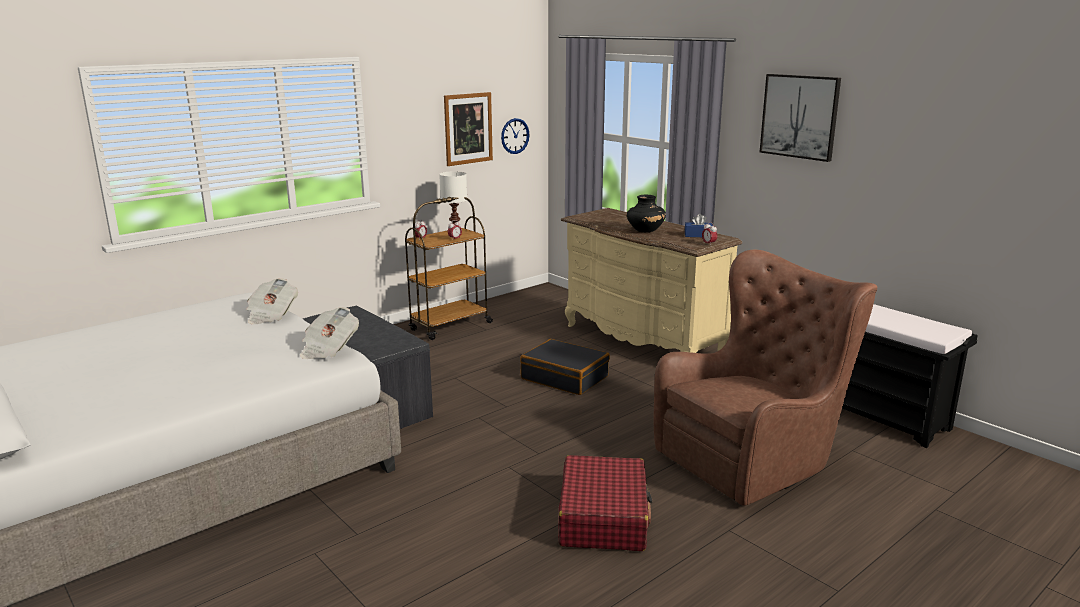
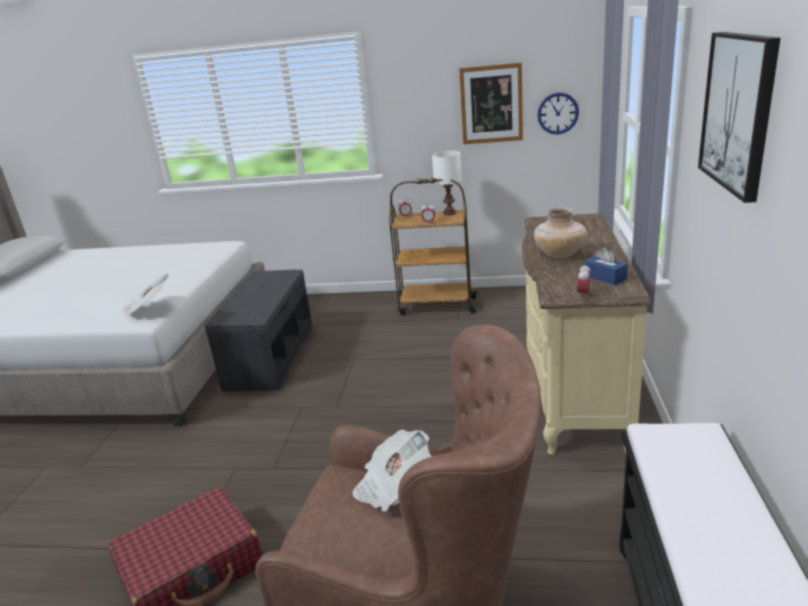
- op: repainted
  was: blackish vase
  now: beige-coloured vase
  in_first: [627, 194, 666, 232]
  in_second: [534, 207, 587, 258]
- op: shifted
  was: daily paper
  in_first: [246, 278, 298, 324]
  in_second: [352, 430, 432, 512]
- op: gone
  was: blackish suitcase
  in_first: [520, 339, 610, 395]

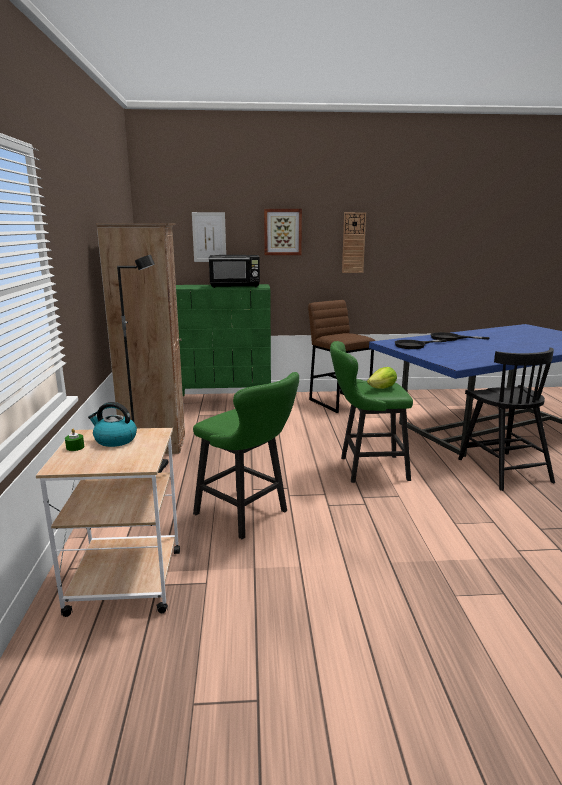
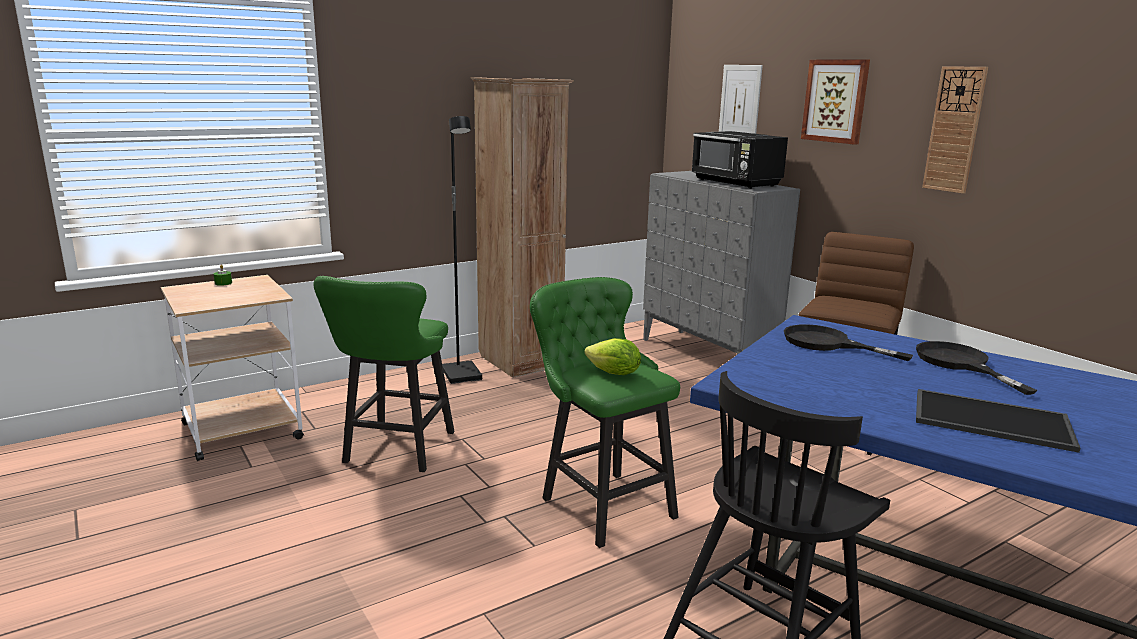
- op: repainted
  was: greenish dresser
  now: gray dresser
  in_first: [176, 284, 271, 396]
  in_second: [643, 171, 800, 355]
- op: gone
  was: kettle
  in_first: [88, 402, 137, 447]
- op: new
  now: serving tray
  in_second: [916, 389, 1080, 453]

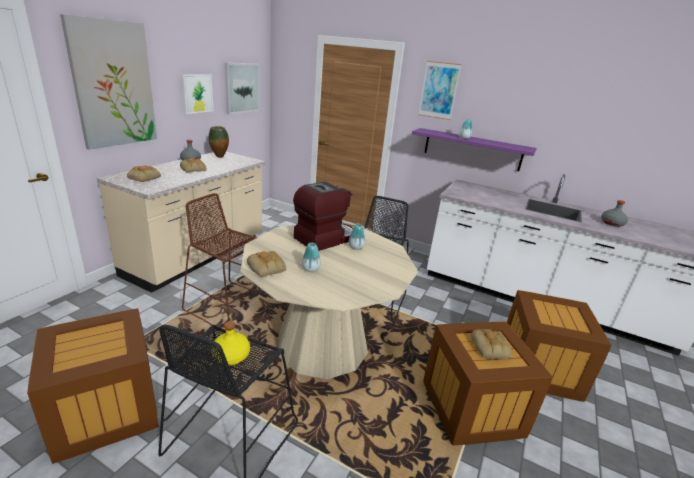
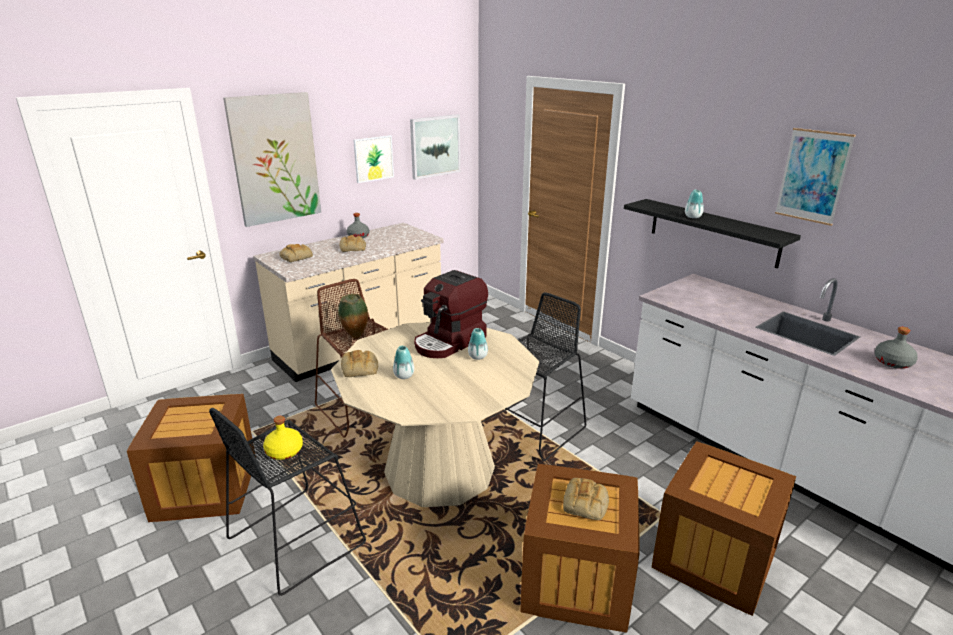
- op: shifted
  was: wall art
  in_first: [418, 61, 462, 120]
  in_second: [775, 128, 855, 226]
- op: shifted
  was: vase
  in_first: [209, 126, 229, 158]
  in_second: [338, 294, 368, 338]
- op: repainted
  was: purplish bracket shelf
  now: blackish bracket shelf
  in_first: [412, 128, 537, 171]
  in_second: [624, 199, 801, 268]
- op: rotated
  was: coffee brewer
  in_first: [293, 182, 353, 251]
  in_second: [414, 270, 488, 358]
  clockwise: 150

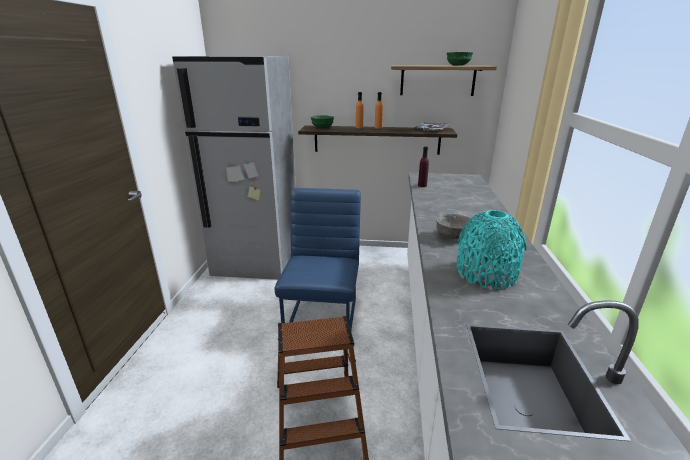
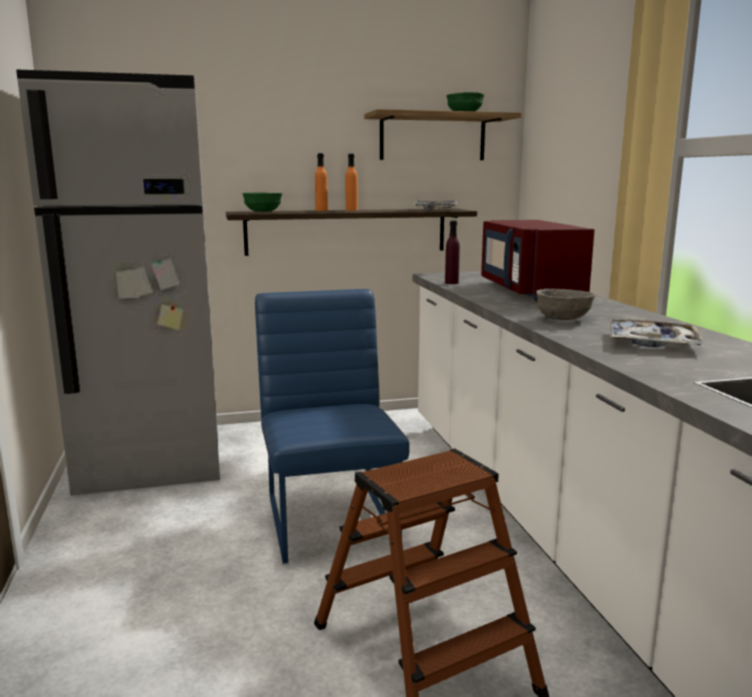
- op: swapped
  was: turquoise vase
  now: serving tray
  in_first: [456, 210, 527, 289]
  in_second: [610, 319, 705, 347]
- op: new
  now: reddish microwave
  in_second: [481, 220, 594, 301]

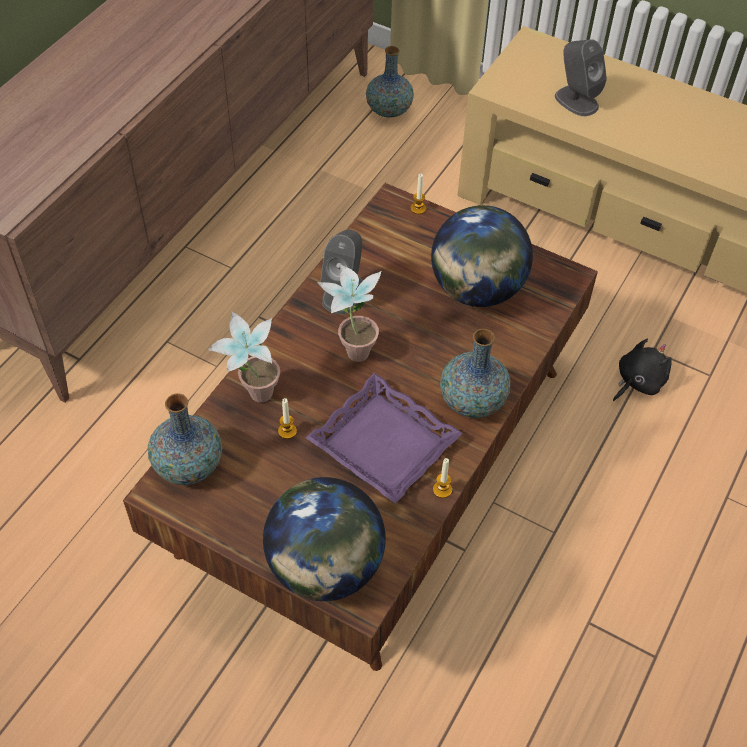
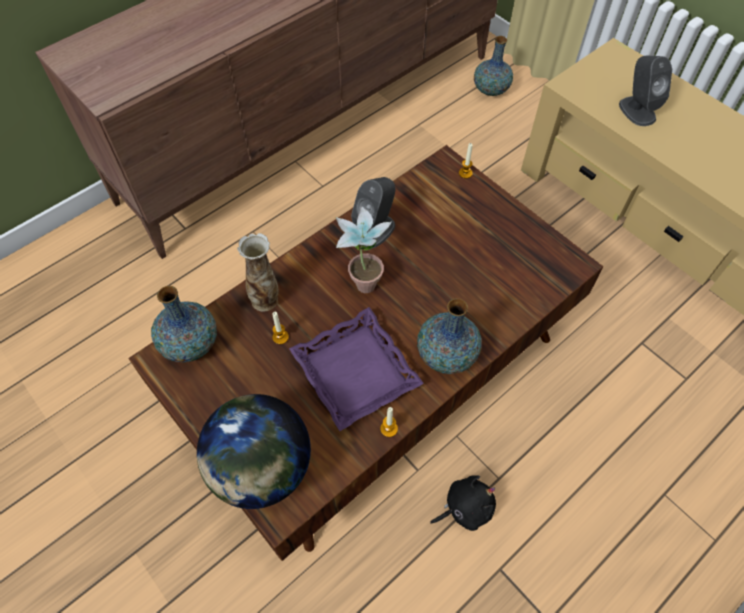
- op: gone
  was: globe
  in_first: [431, 205, 533, 307]
- op: swapped
  was: potted plant
  now: vase
  in_first: [208, 312, 280, 402]
  in_second: [237, 233, 279, 312]
- op: shifted
  was: blackish plush toy
  in_first: [613, 338, 672, 401]
  in_second: [430, 475, 496, 531]

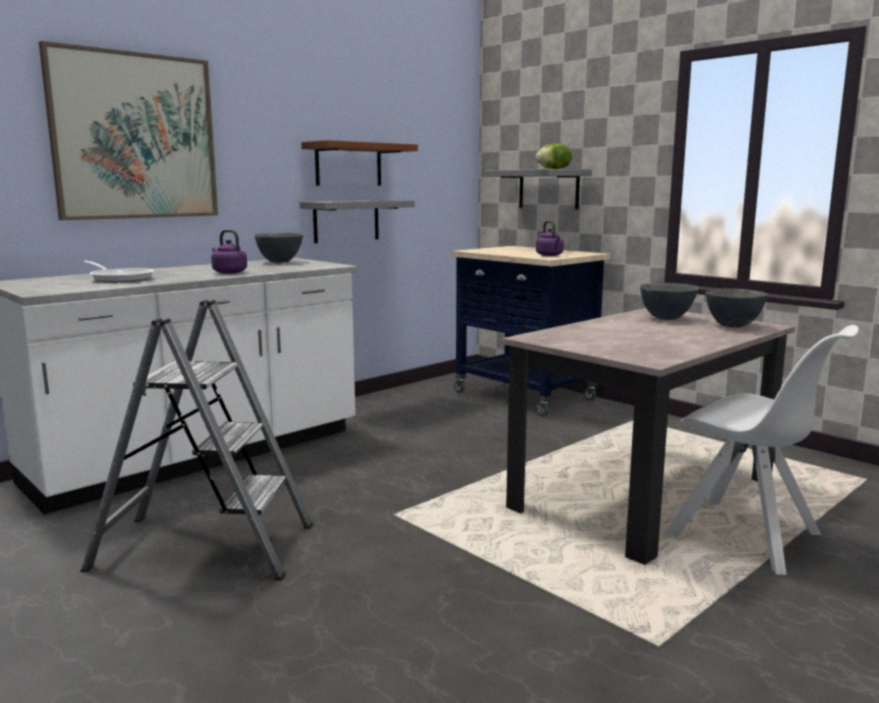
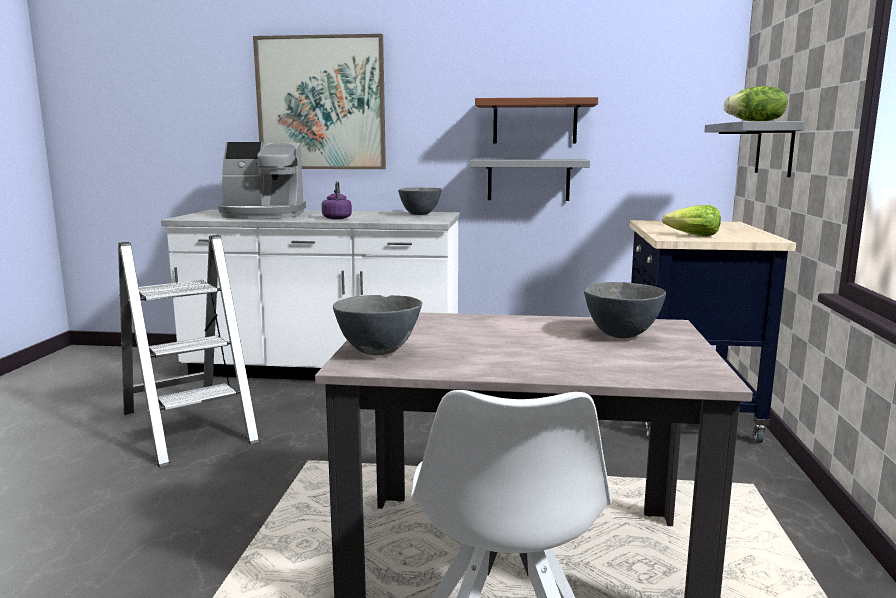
- op: swapped
  was: purplish kettle
  now: head of lettuce
  in_first: [536, 221, 564, 256]
  in_second: [662, 205, 721, 236]
- op: swapped
  was: pan
  now: coffee brewer
  in_first: [84, 261, 155, 283]
  in_second: [218, 142, 306, 219]
- op: shifted
  was: gray deep dish
  in_first: [705, 289, 768, 328]
  in_second: [333, 295, 423, 355]

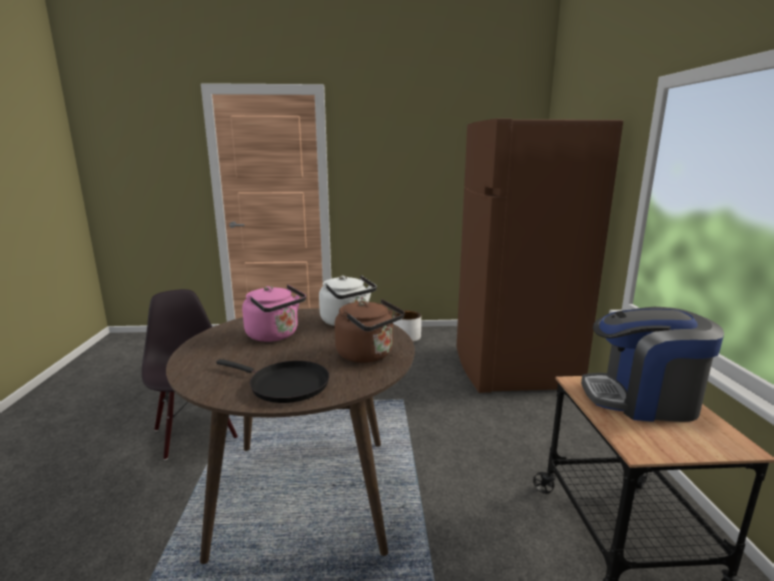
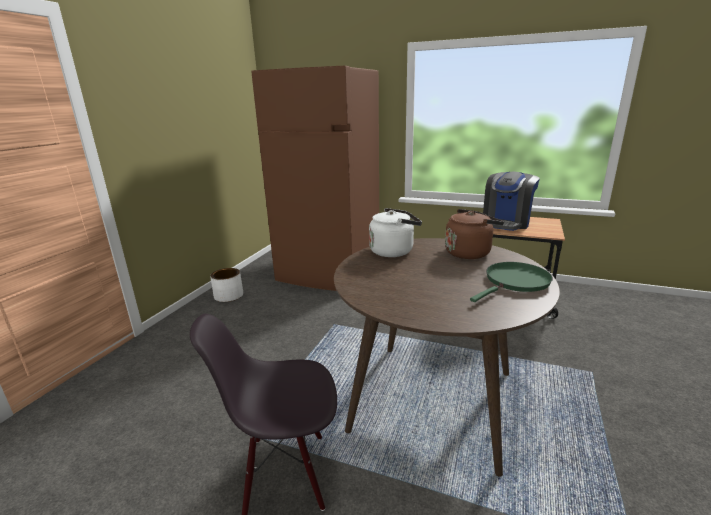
- op: gone
  was: pink kettle
  in_first: [242, 285, 306, 342]
- op: repainted
  was: blackish pan
  now: greenish pan
  in_first: [216, 359, 329, 403]
  in_second: [470, 262, 553, 302]

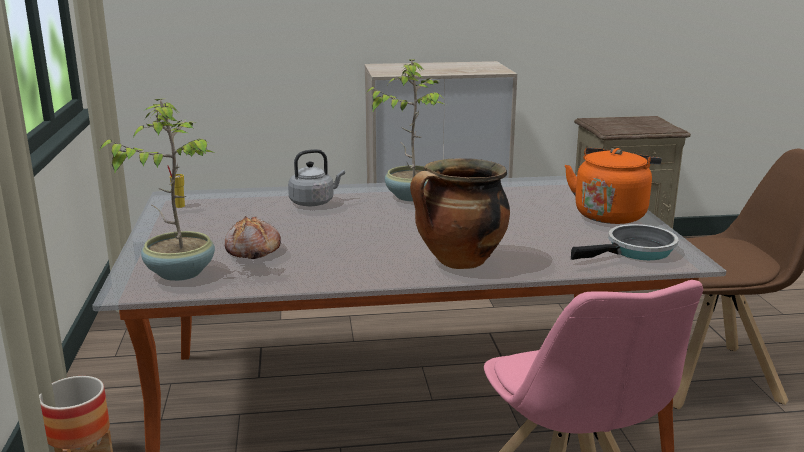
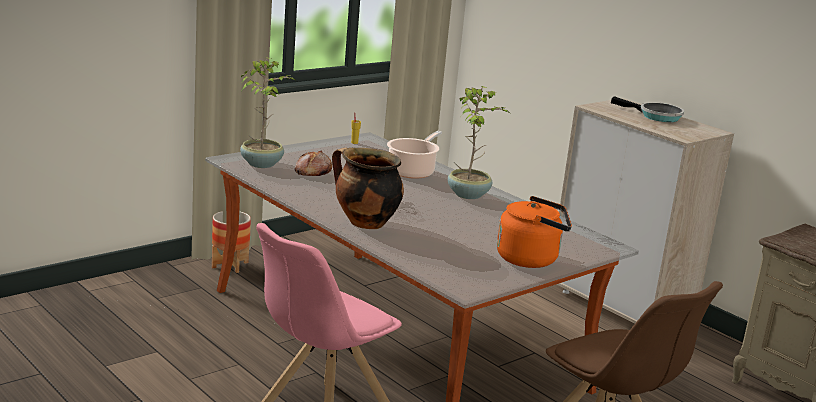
- op: swapped
  was: gray kettle
  now: cooking pot
  in_first: [288, 149, 345, 206]
  in_second: [387, 131, 442, 179]
- op: shifted
  was: pan
  in_first: [571, 224, 678, 260]
  in_second: [611, 96, 684, 122]

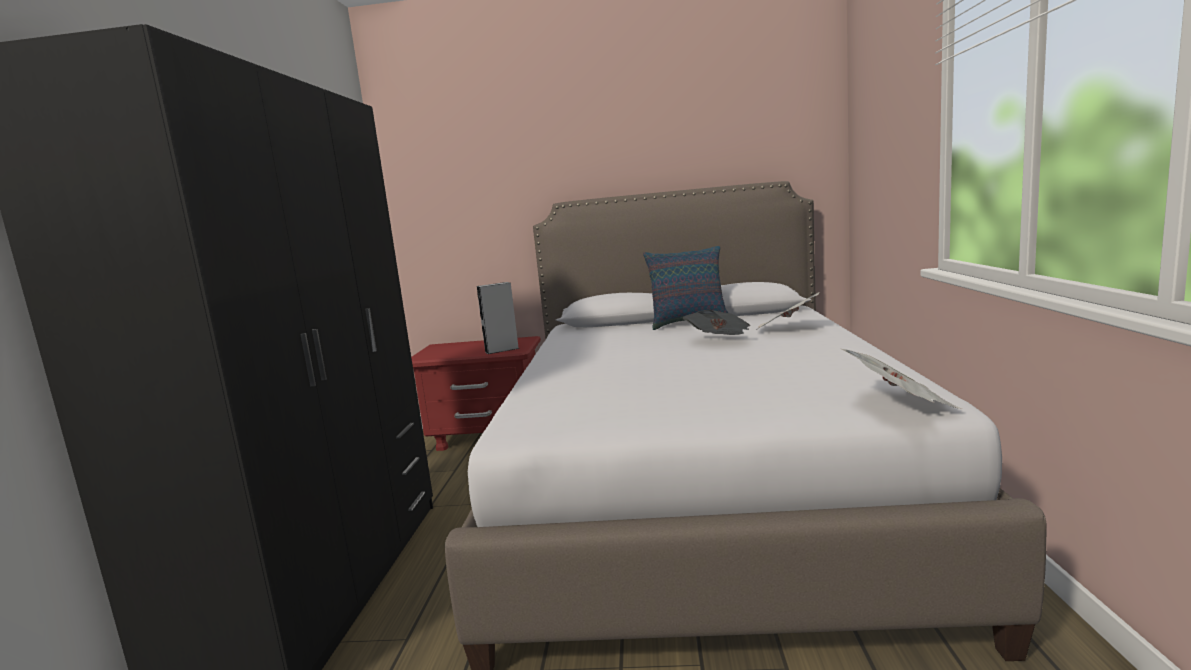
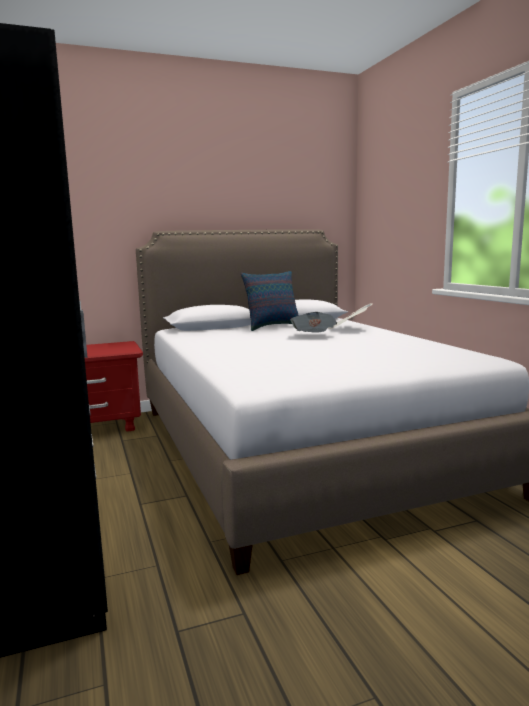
- op: gone
  was: gray speaker
  in_first: [477, 282, 519, 354]
- op: gone
  was: daily paper
  in_first: [842, 349, 963, 409]

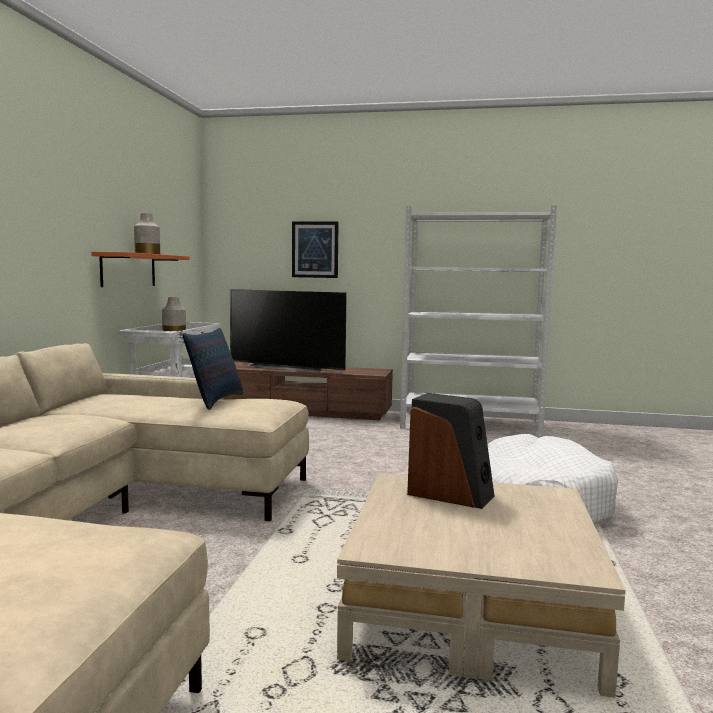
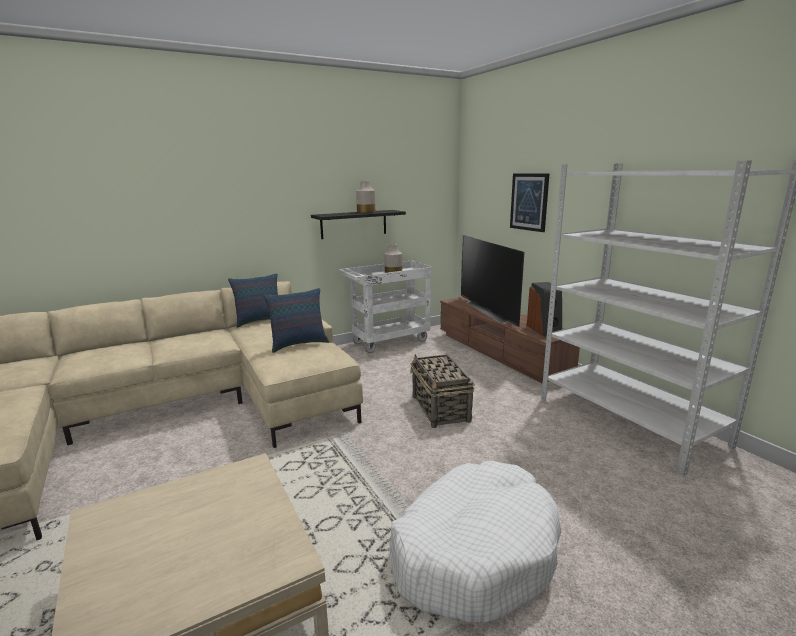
- op: repainted
  was: orange bracket shelf
  now: blackish bracket shelf
  in_first: [91, 252, 190, 287]
  in_second: [311, 210, 406, 239]
- op: shifted
  was: speaker
  in_first: [407, 393, 495, 509]
  in_second: [527, 282, 562, 337]
- op: new
  now: blue-coloured throw pillow
  in_second: [228, 274, 278, 328]
- op: new
  now: storage basket
  in_second: [410, 354, 474, 428]

